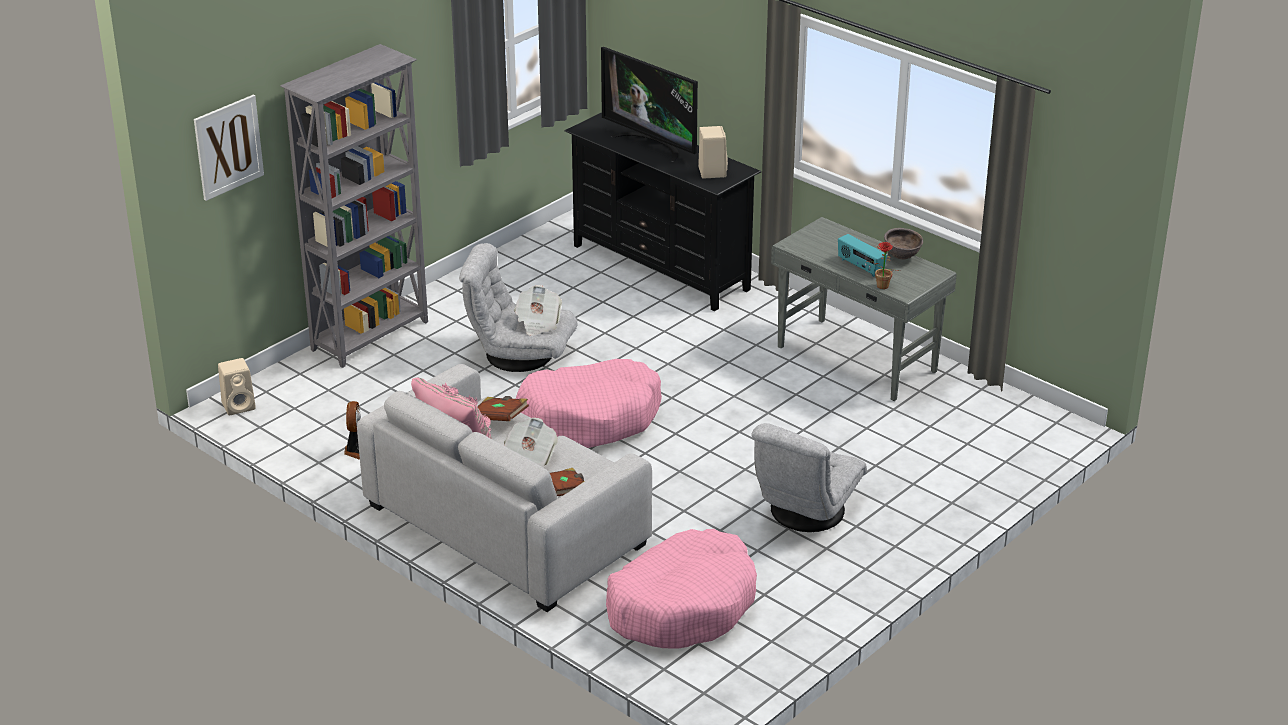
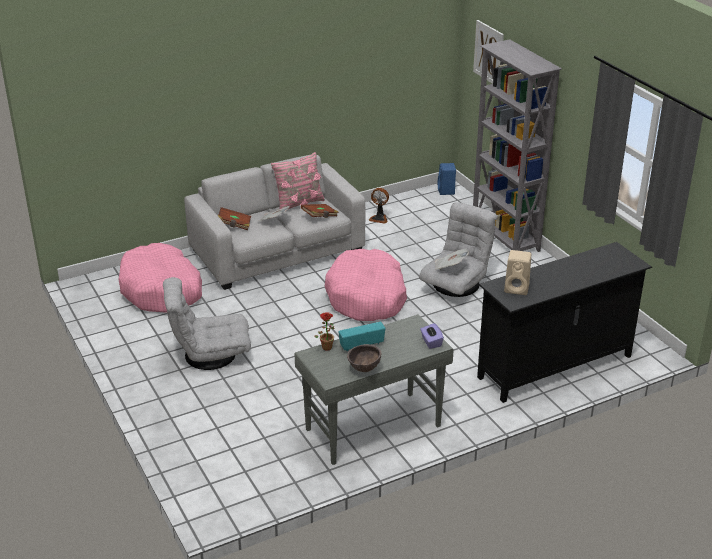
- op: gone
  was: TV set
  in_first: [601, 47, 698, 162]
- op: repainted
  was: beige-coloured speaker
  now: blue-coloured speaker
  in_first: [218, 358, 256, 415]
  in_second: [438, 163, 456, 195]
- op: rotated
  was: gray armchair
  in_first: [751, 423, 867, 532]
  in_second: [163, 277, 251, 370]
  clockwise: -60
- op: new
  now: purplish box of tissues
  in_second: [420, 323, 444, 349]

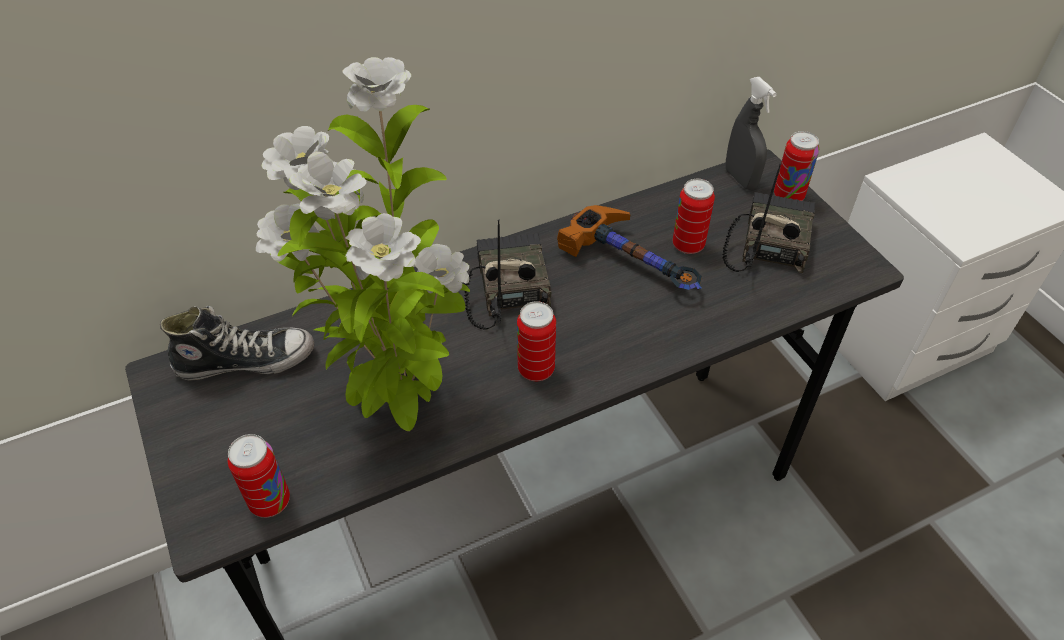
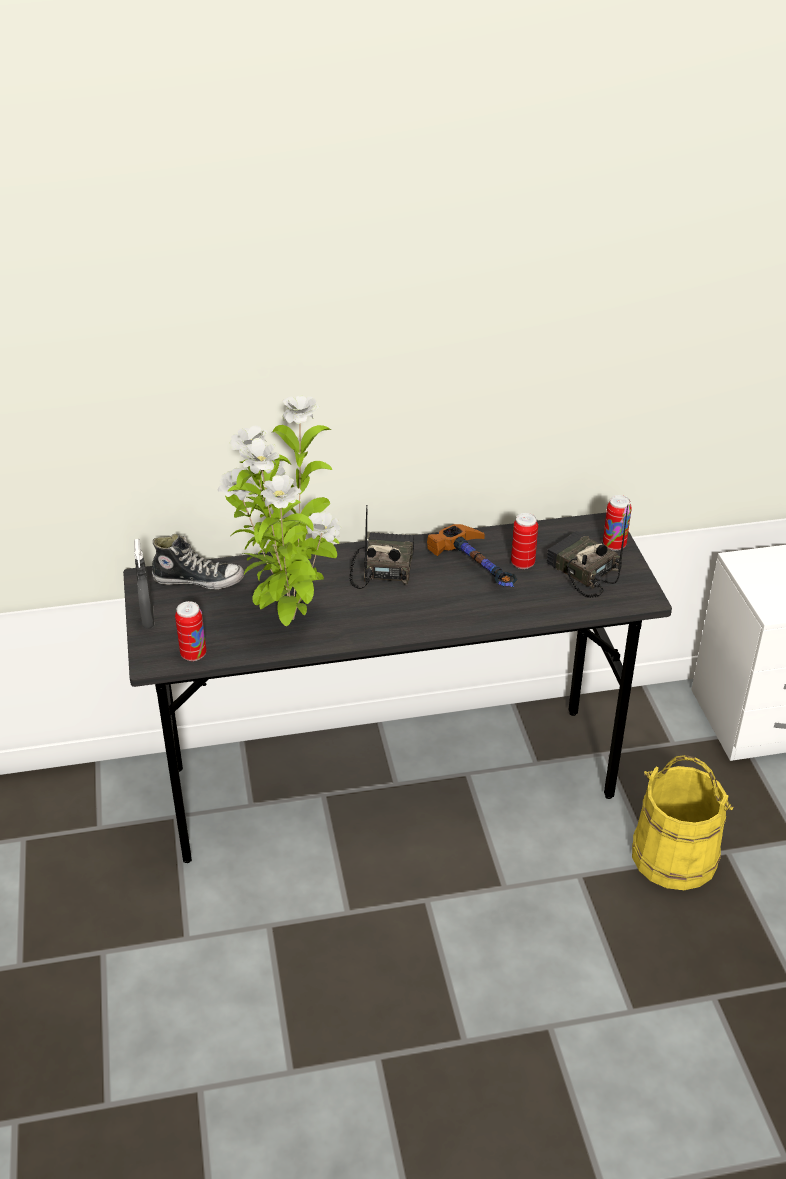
- op: shifted
  was: gray hand sprayer
  in_first: [726, 77, 777, 190]
  in_second: [134, 539, 154, 629]
- op: rotated
  was: radio set
  in_first: [723, 164, 816, 273]
  in_second: [547, 505, 628, 598]
  clockwise: -75
- op: gone
  was: can
  in_first: [517, 301, 556, 381]
- op: new
  now: yellow-coloured bucket
  in_second: [632, 755, 734, 890]

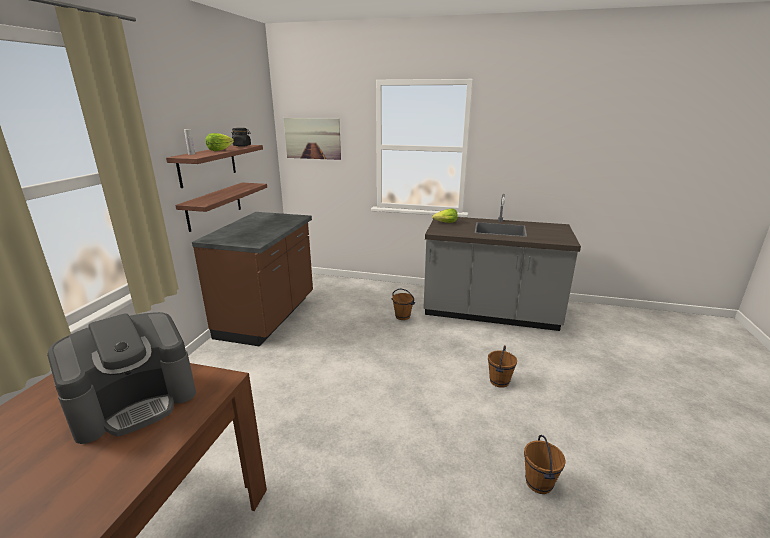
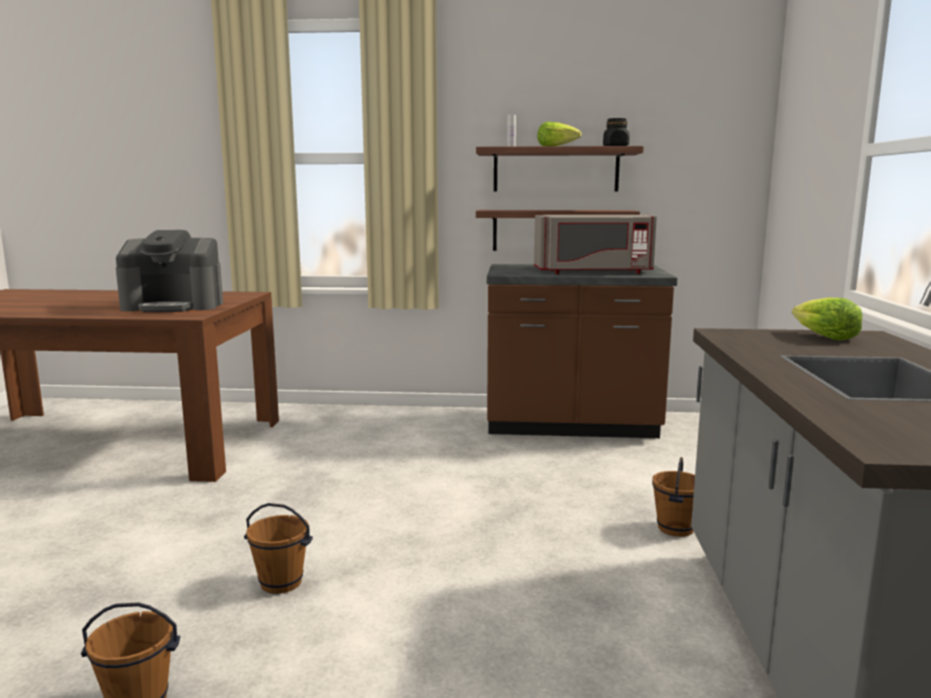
- op: gone
  was: wall art
  in_first: [284, 118, 341, 160]
- op: rotated
  was: coffee brewer
  in_first: [47, 312, 196, 444]
  in_second: [116, 230, 223, 312]
  clockwise: -45
- op: shifted
  was: brown bucket
  in_first: [488, 345, 517, 388]
  in_second: [244, 503, 313, 594]
- op: new
  now: gray microwave
  in_second: [534, 215, 657, 274]

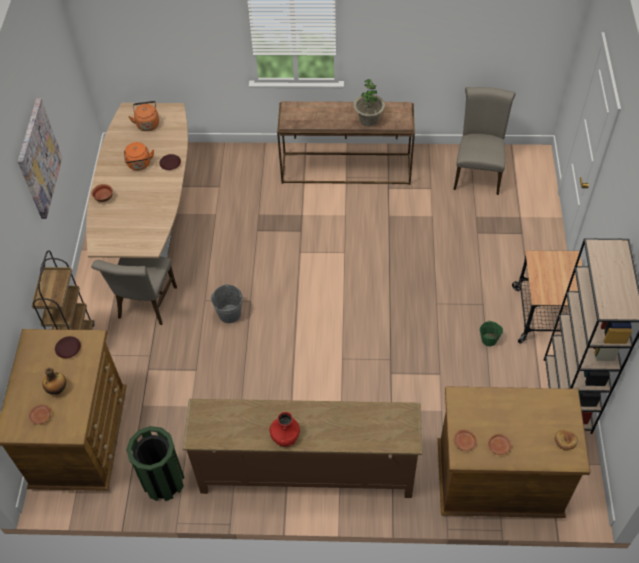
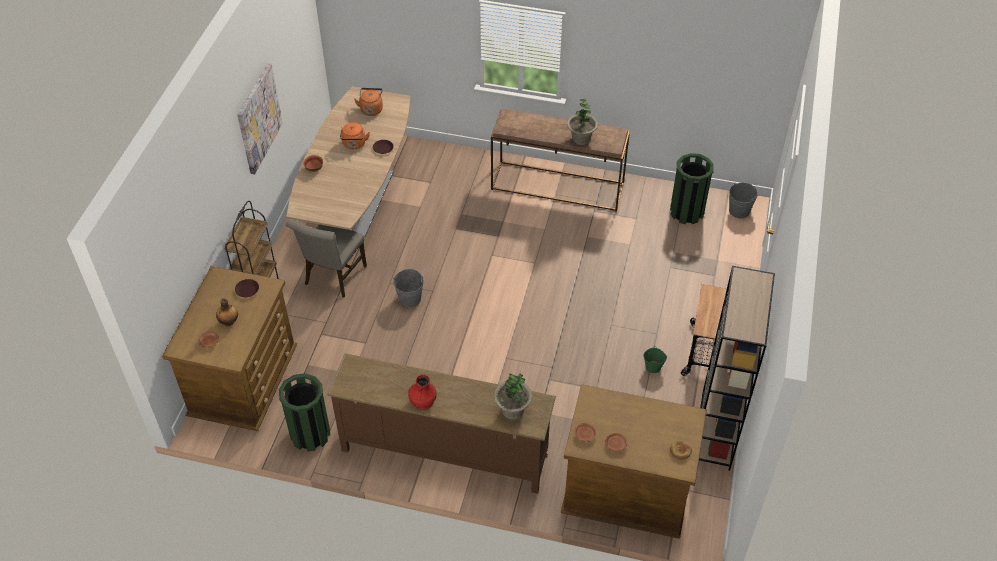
- op: swapped
  was: beige-coloured chair
  now: greenish waste bin
  in_first: [453, 87, 516, 195]
  in_second: [670, 153, 714, 224]
- op: new
  now: gray bucket
  in_second: [729, 182, 758, 218]
- op: new
  now: potted plant
  in_second: [494, 373, 532, 419]

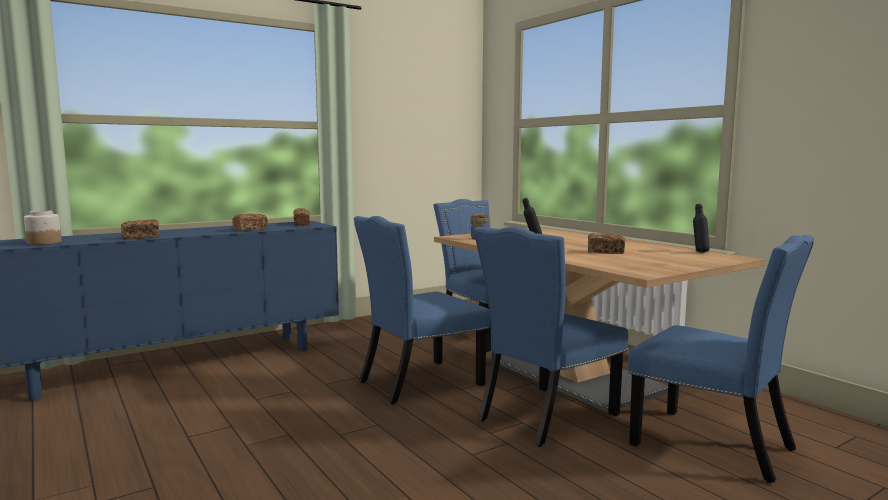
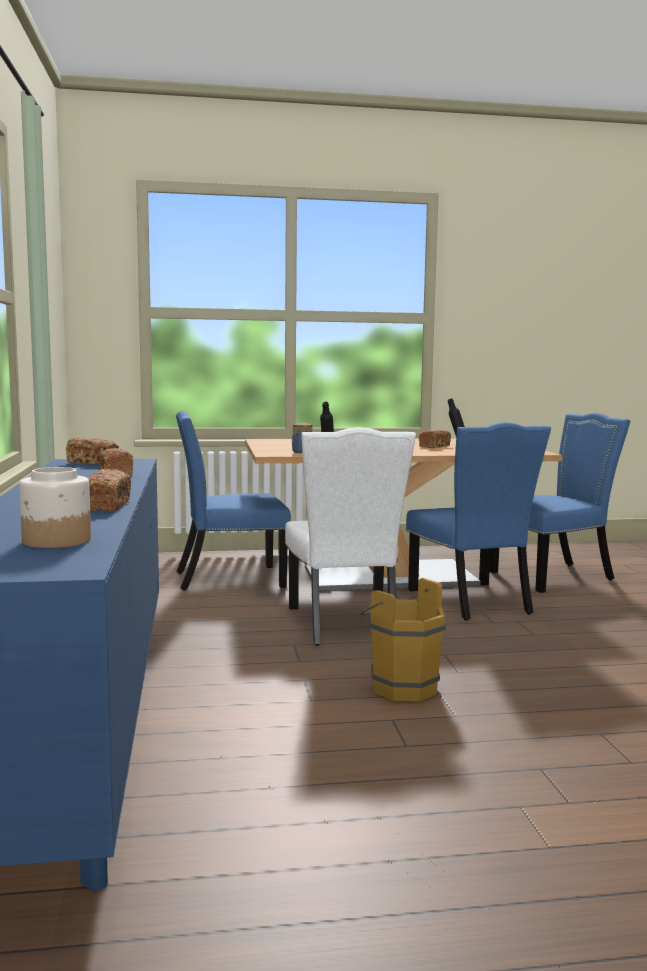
- op: repainted
  was: blue-coloured chair
  now: white chair
  in_first: [354, 216, 490, 404]
  in_second: [285, 427, 416, 646]
- op: new
  now: brown bucket
  in_second: [361, 578, 446, 702]

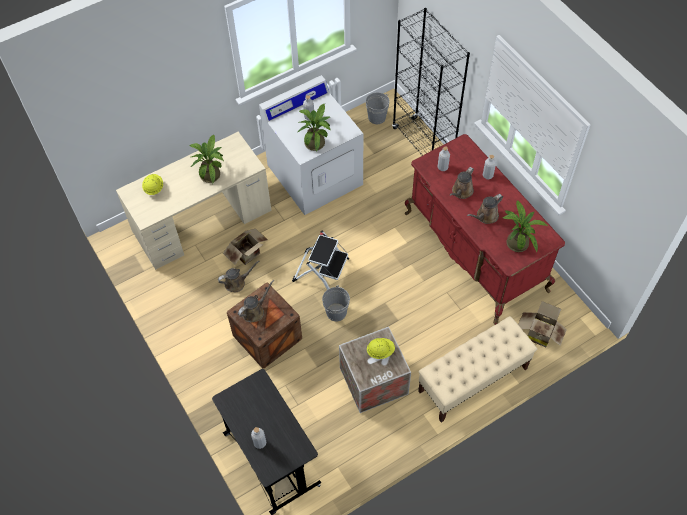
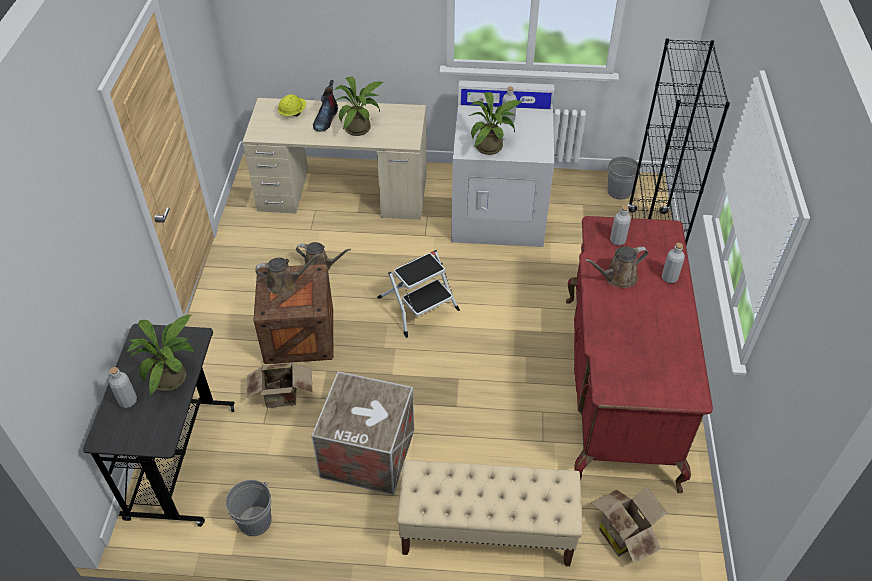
- op: gone
  was: brown sprinkling can
  in_first: [467, 194, 503, 224]
- op: shifted
  was: potted plant
  in_first: [502, 200, 548, 253]
  in_second: [126, 315, 195, 396]
- op: shifted
  was: carton
  in_first: [223, 229, 268, 265]
  in_second: [246, 363, 312, 408]
- op: shifted
  was: gray bucket
  in_first: [322, 285, 350, 321]
  in_second: [226, 480, 272, 536]
- op: gone
  was: yellow-coloured work helmet
  in_first: [367, 338, 395, 359]
- op: new
  now: high-top boot
  in_second: [313, 80, 338, 132]

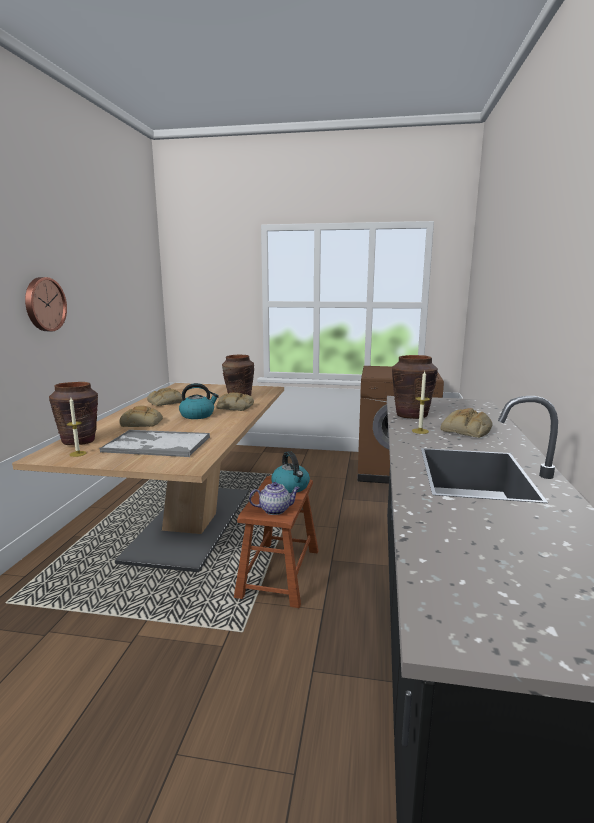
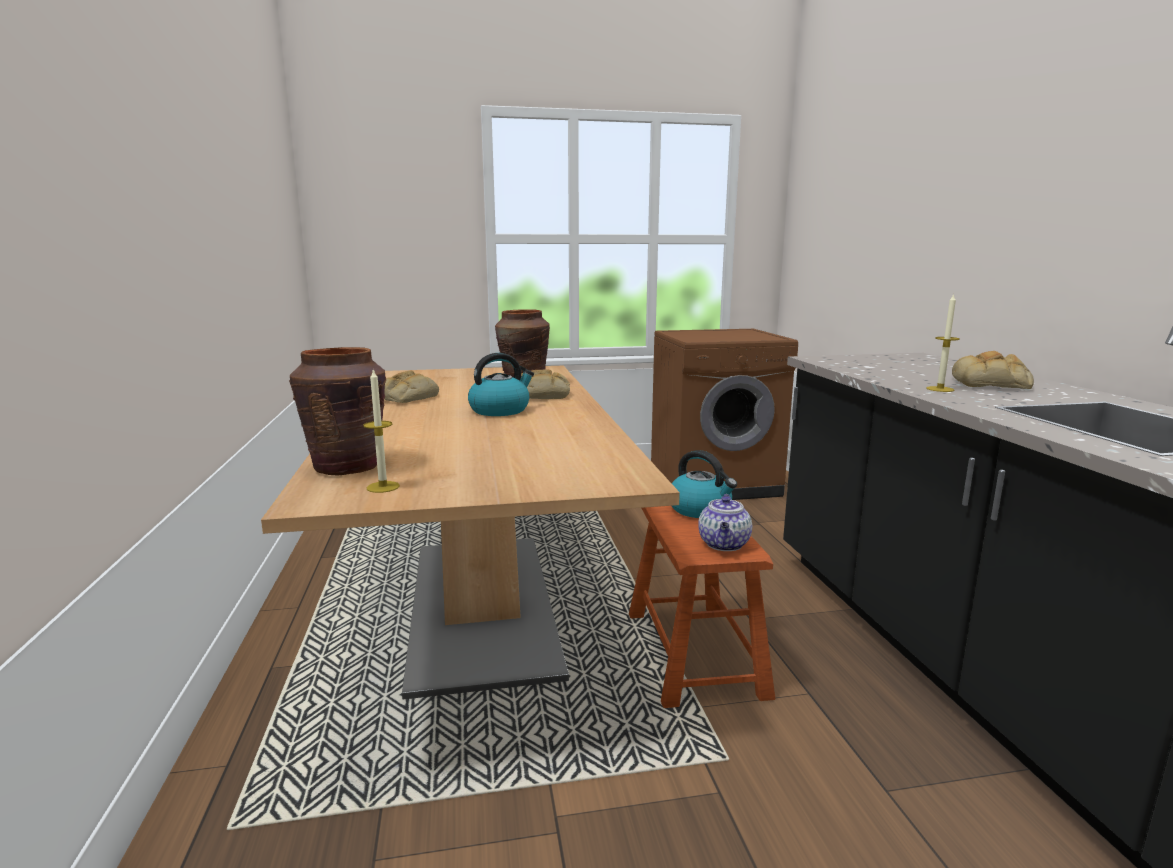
- op: gone
  was: wall clock
  in_first: [25, 277, 67, 331]
- op: gone
  was: brown vase
  in_first: [392, 355, 438, 419]
- op: gone
  was: baked bread
  in_first: [119, 405, 163, 427]
- op: gone
  was: serving tray
  in_first: [99, 430, 210, 457]
- op: rotated
  was: teapot
  in_first: [249, 482, 300, 515]
  in_second: [698, 494, 752, 551]
  clockwise: 135

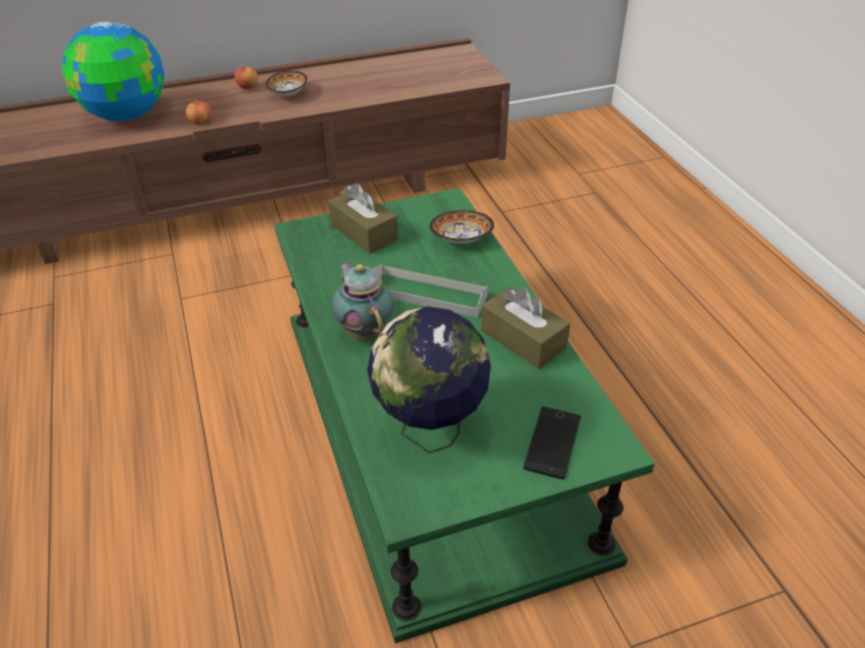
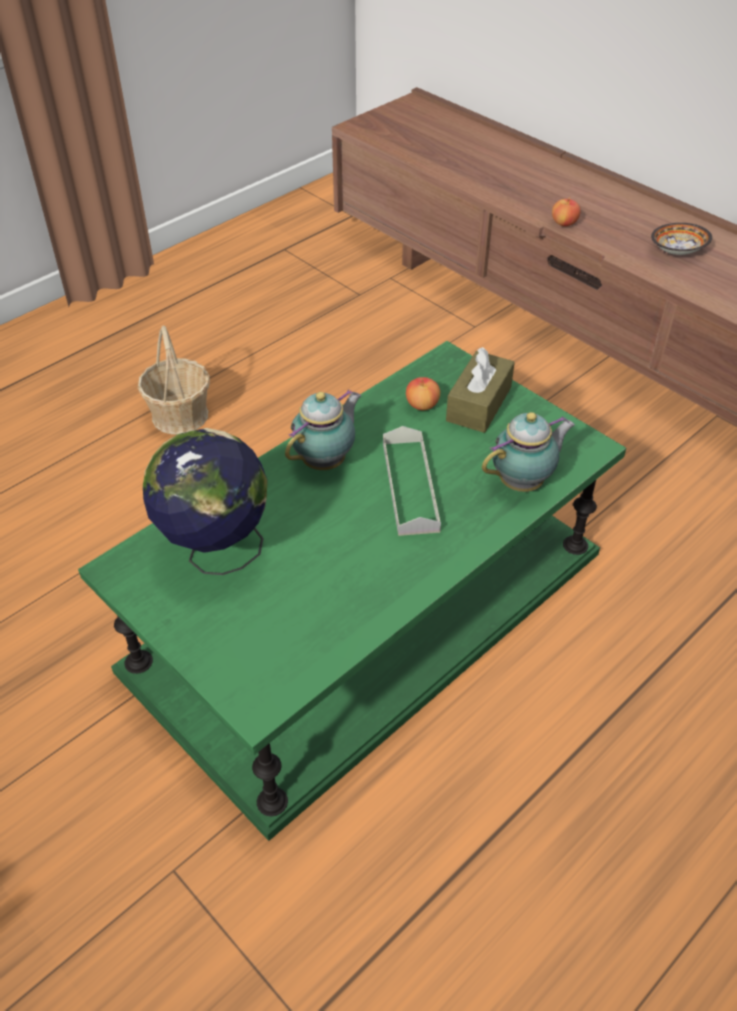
- op: gone
  was: globe
  in_first: [62, 22, 165, 121]
- op: shifted
  was: whole apple
  in_first: [235, 66, 258, 89]
  in_second: [406, 377, 440, 410]
- op: swapped
  was: deep dish
  now: teapot
  in_first: [429, 210, 494, 244]
  in_second: [482, 412, 575, 492]
- op: gone
  was: brown box of tissues
  in_first: [481, 287, 570, 369]
- op: gone
  was: telephone
  in_first: [523, 407, 581, 479]
- op: new
  now: storage basket
  in_second: [138, 325, 210, 435]

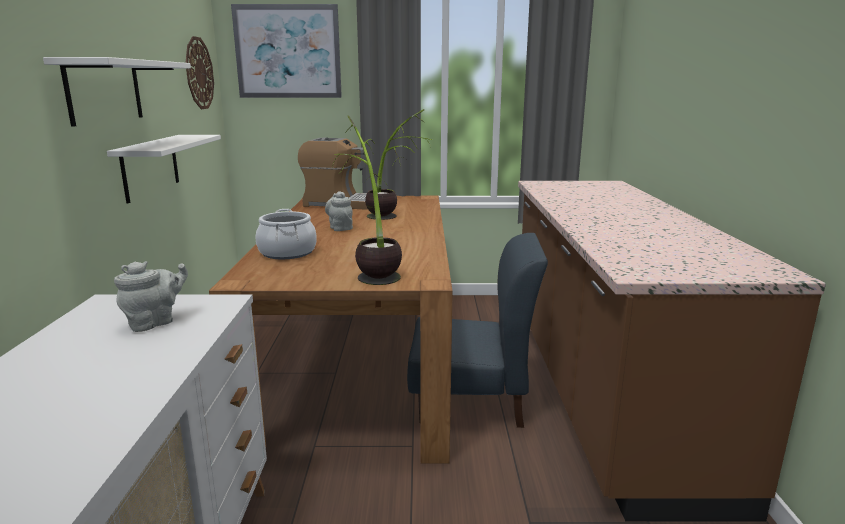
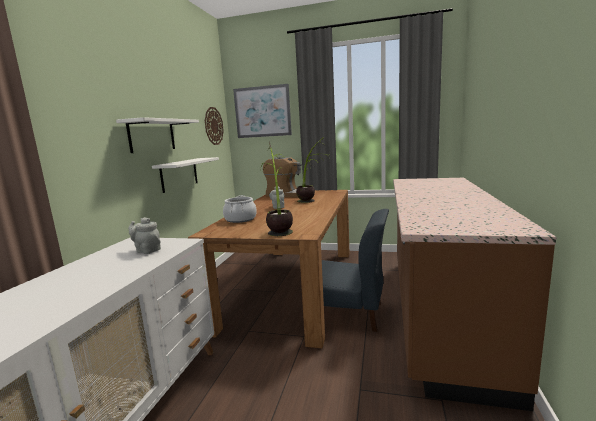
- op: rotated
  was: gray teapot
  in_first: [114, 261, 188, 332]
  in_second: [128, 217, 161, 254]
  clockwise: -120

